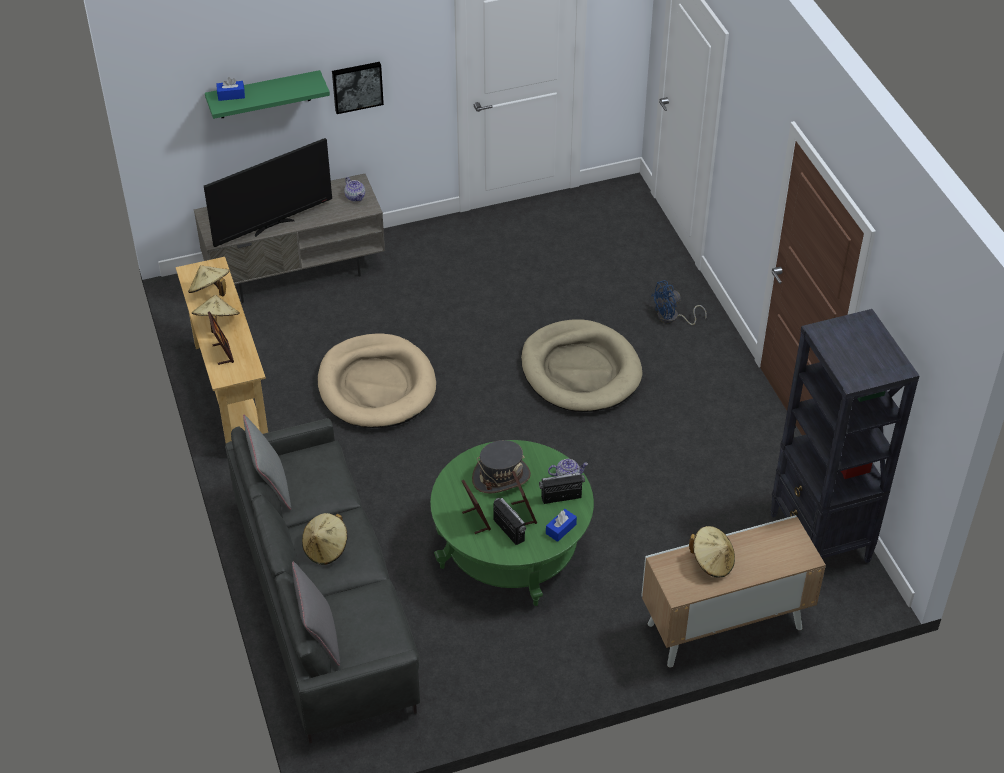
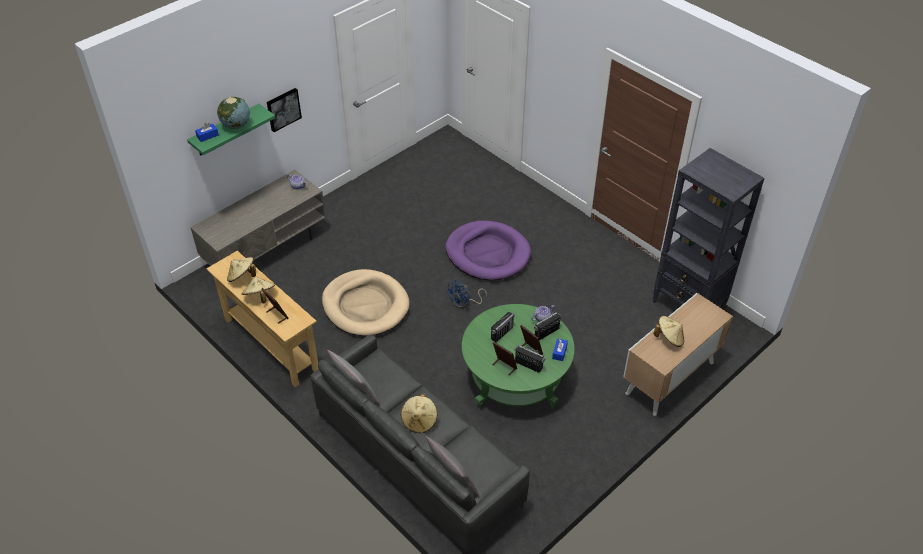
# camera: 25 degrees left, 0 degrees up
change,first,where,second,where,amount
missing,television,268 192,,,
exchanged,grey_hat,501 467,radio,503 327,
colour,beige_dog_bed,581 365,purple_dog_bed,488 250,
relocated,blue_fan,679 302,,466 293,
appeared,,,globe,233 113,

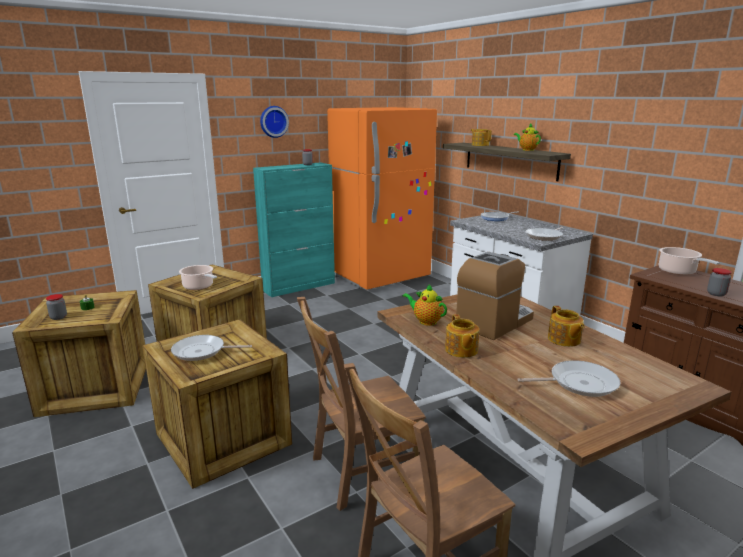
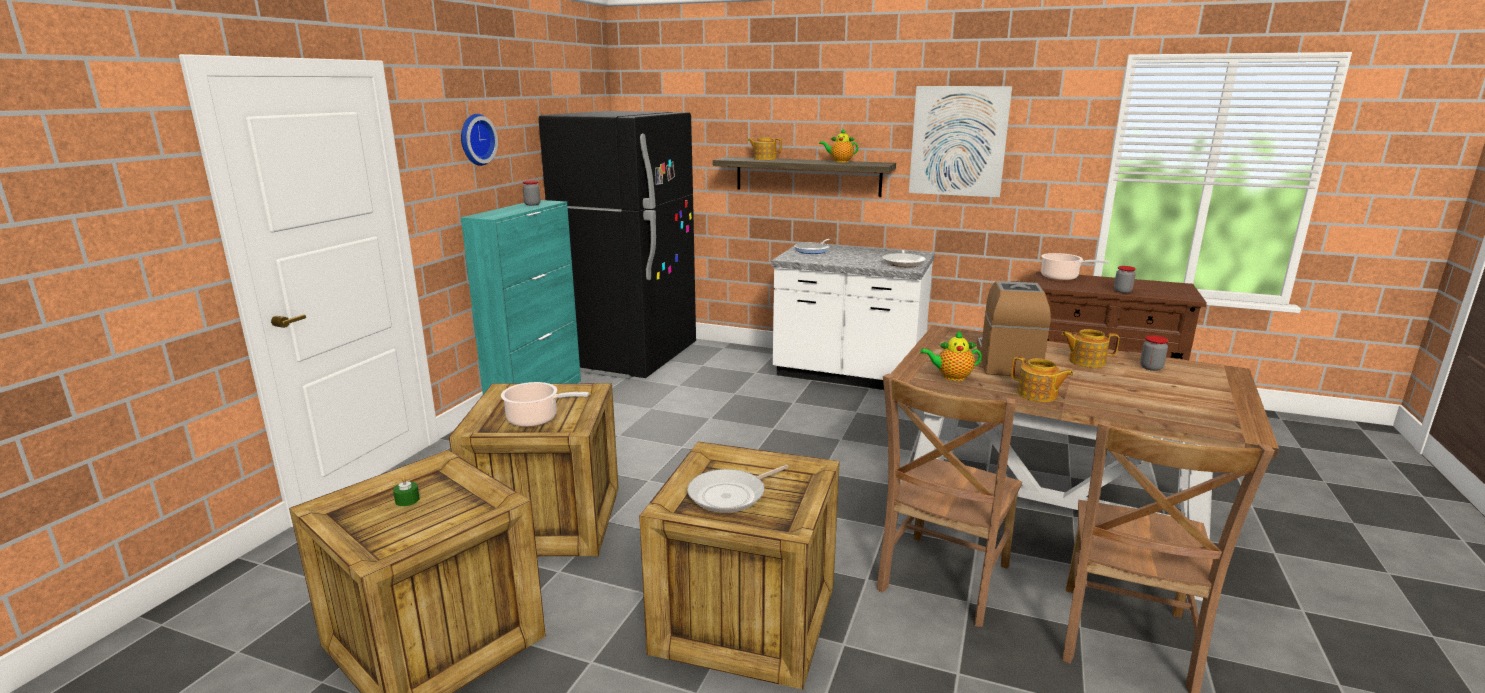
# camera: 35 degrees left, 0 degrees up
change,first,where,second,where,amount
relocated,jar,56 307,,1154 353,
colour,orange_fridge,382 198,black_fridge,617 245,
missing,frying_pan,568 378,,,
spun,teapot,566 326,,1090 348,150 degrees clockwise
appeared,,,picture,960 141,

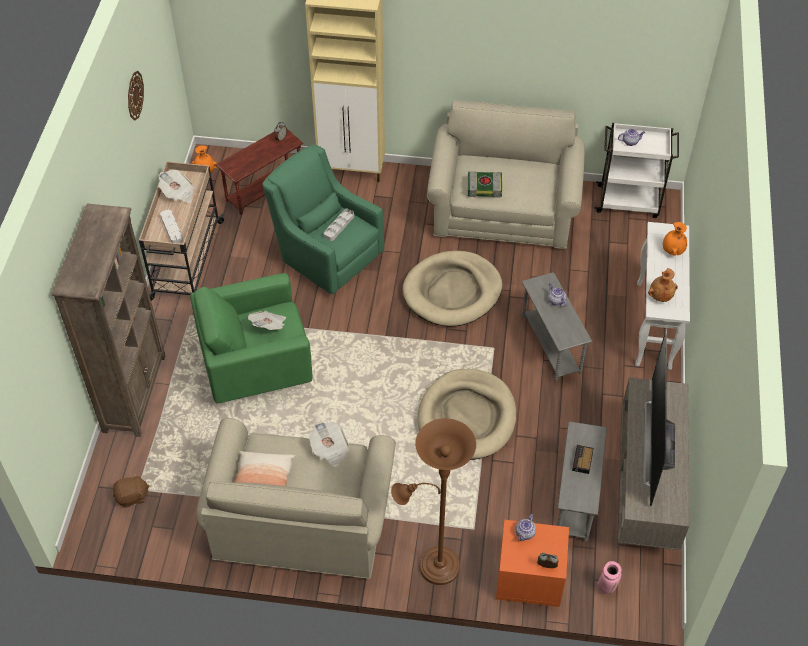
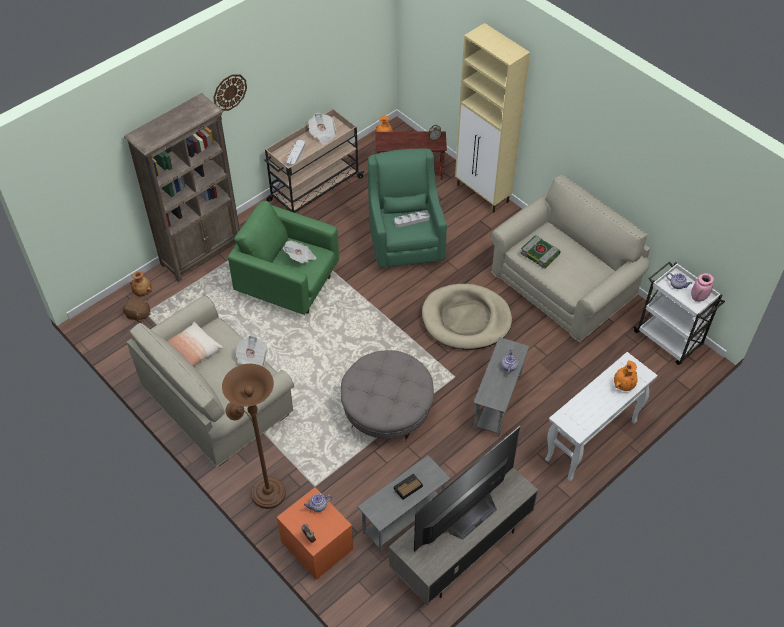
# camera: 40 degrees right, 0 degrees up
change,first,where,second,where,amount
relocated,wall_clock,136 96,,230 92,
exchanged,beige_dog_bed,466 414,grey_ottoman,387 396,
relocated,pink_vase,610 577,,702 287,
relocated,brown_vase,663 285,,141 284,

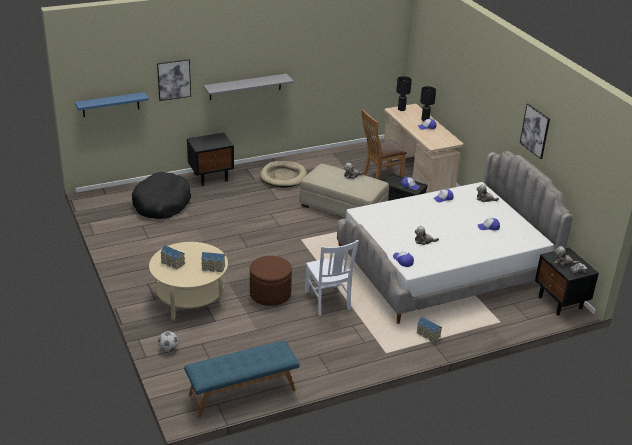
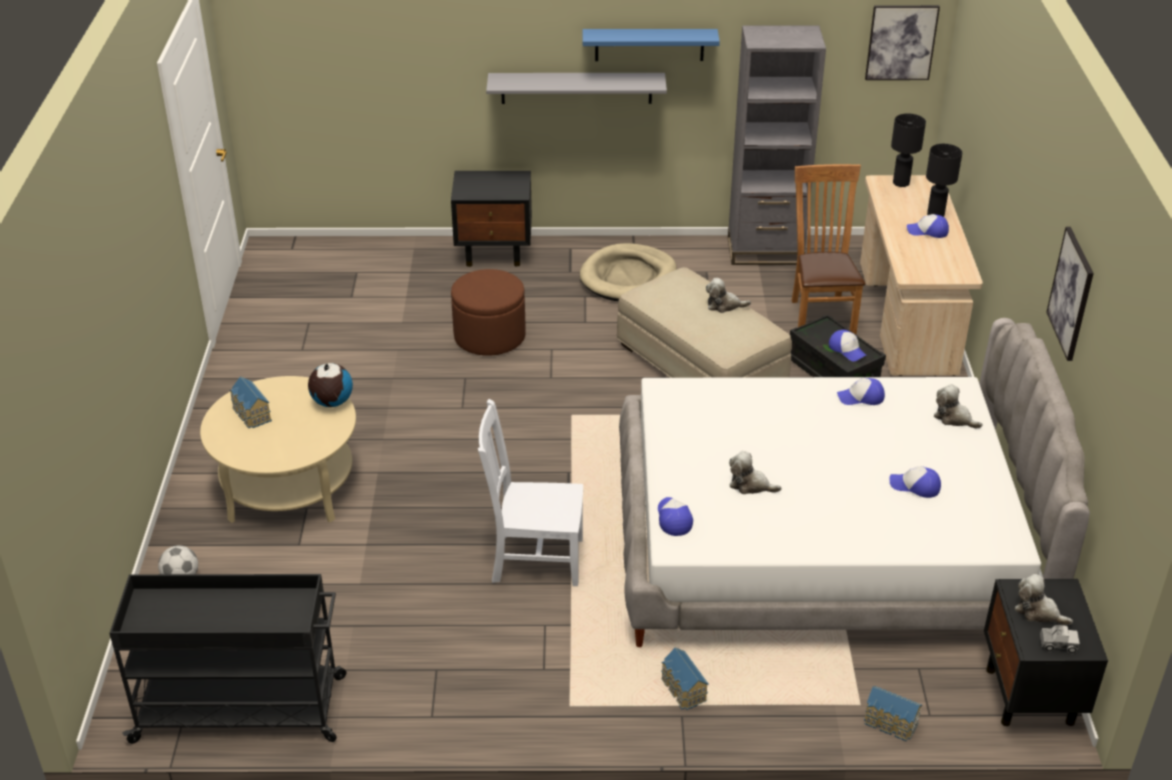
# camera: 25 degrees right, 5 degrees up
change,first,where,second,where,amount
relocated,blue_shelf,112 104,,651 45,
missing,black_dog_bed,161 195,,,
relocated,picture,174 80,,902 42,
exchanged,blue_bench,242 378,black_cart,227 659,
relocated,toy_house,213 262,,893 713,
relocated,brown_ottoman,271 281,,488 312,
spun,white_chair,332 277,,530 492,90 degrees clockwise
spun,brown_chair,384 144,,828 249,90 degrees clockwise
appeared,,,globe,330 385,
appeared,,,grey_bookcase,777 145,

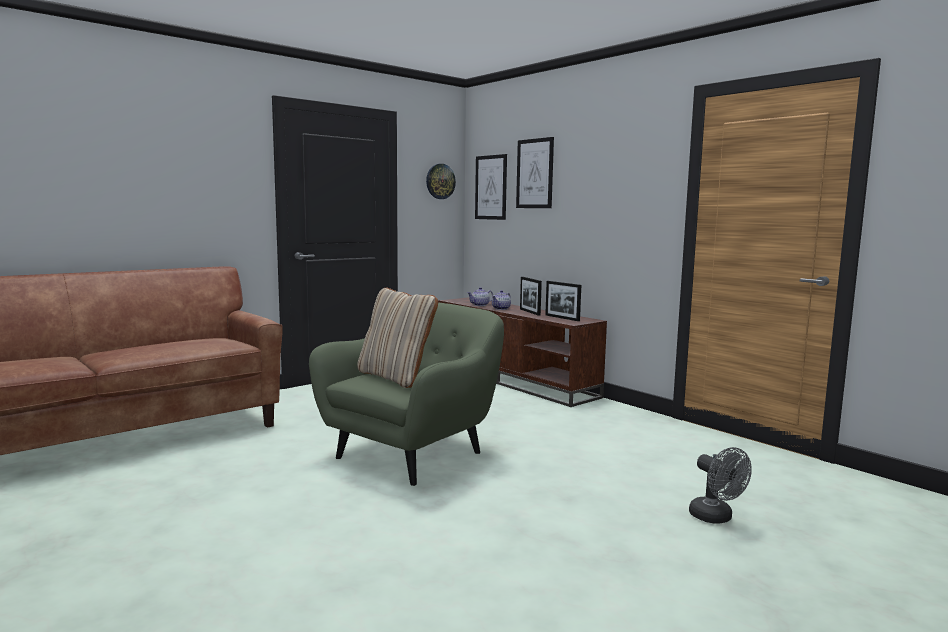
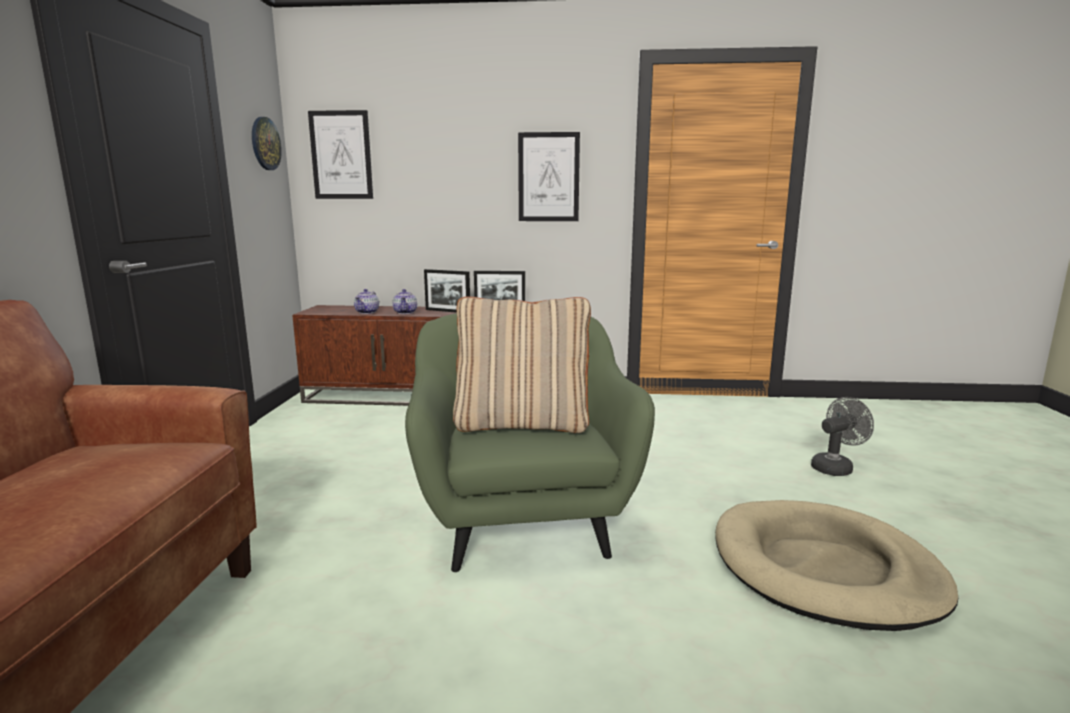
# camera: 45 degrees left, 5 degrees up
change,first,where,second,where,amount
relocated,picture,535 172,,549 176,
spun,grey_fan,720 485,,842 436,45 degrees counterclockwise
appeared,,,beige_dog_bed,836 565,

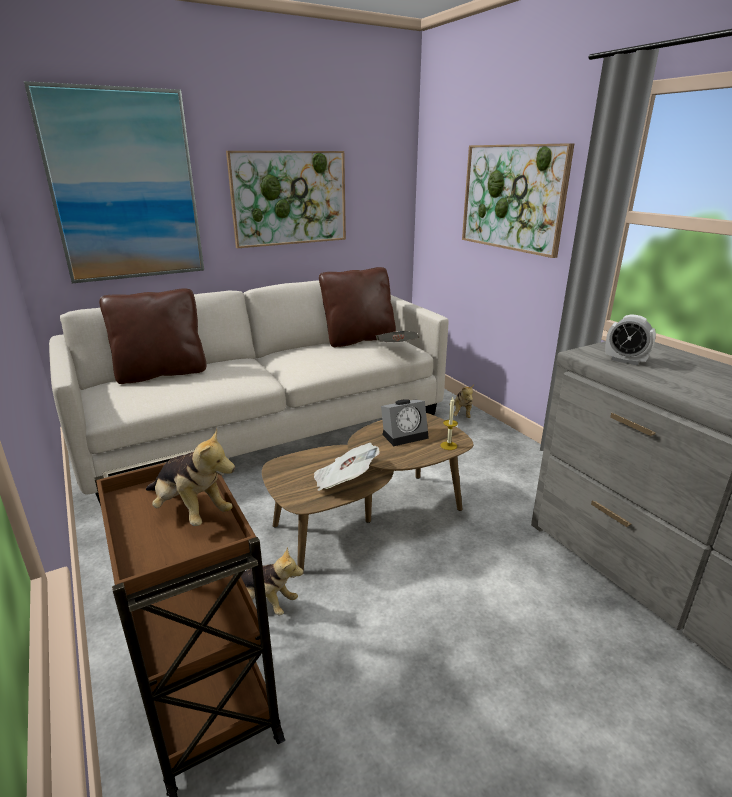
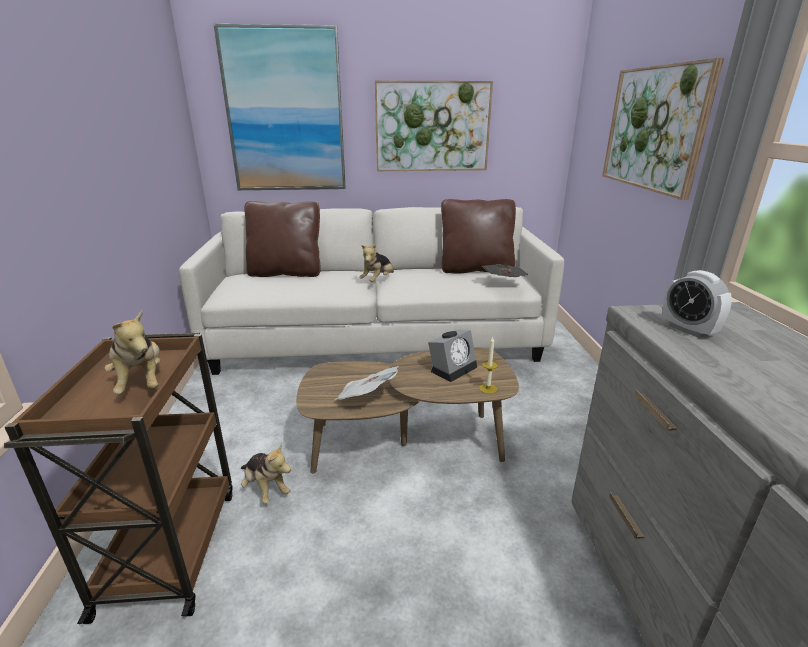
# camera: 25 degrees right, 0 degrees up
change,first,where,second,where,amount
spun,alarm_clock,405 422,,452 356,45 degrees counterclockwise
relocated,plush_toy,461 401,,376 262,

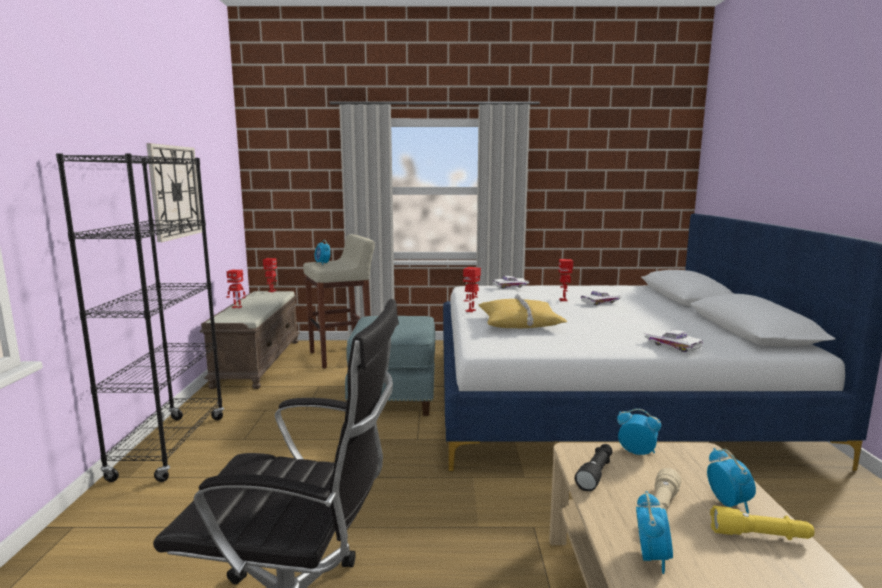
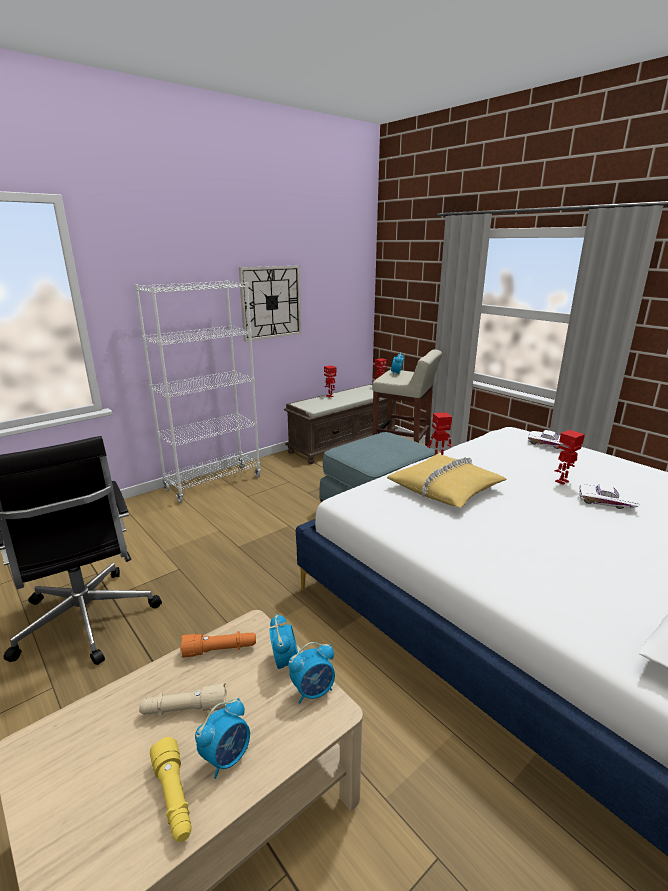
# camera: 50 degrees right, 10 degrees up
change,first,where,second,where,amount
colour,black_bookcase,140 317,white_bookcase,197 391,
colour,black_flashlight,593 467,orange_flashlight,218 644,
relocated,alarm_clock,654 532,,311 673,
missing,white_toy_car,673 341,,,

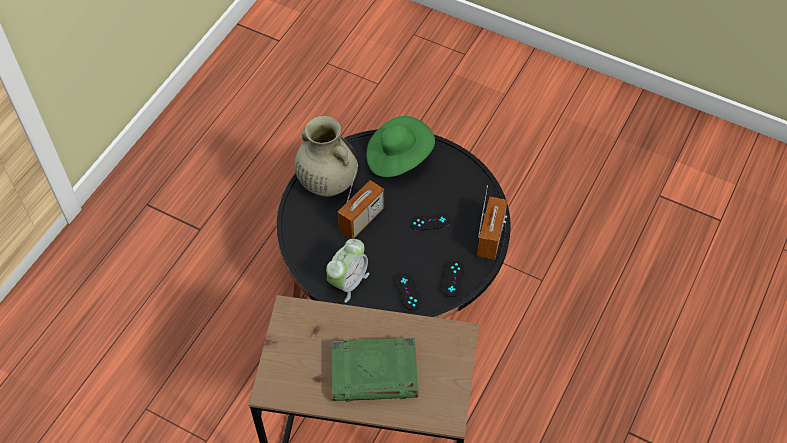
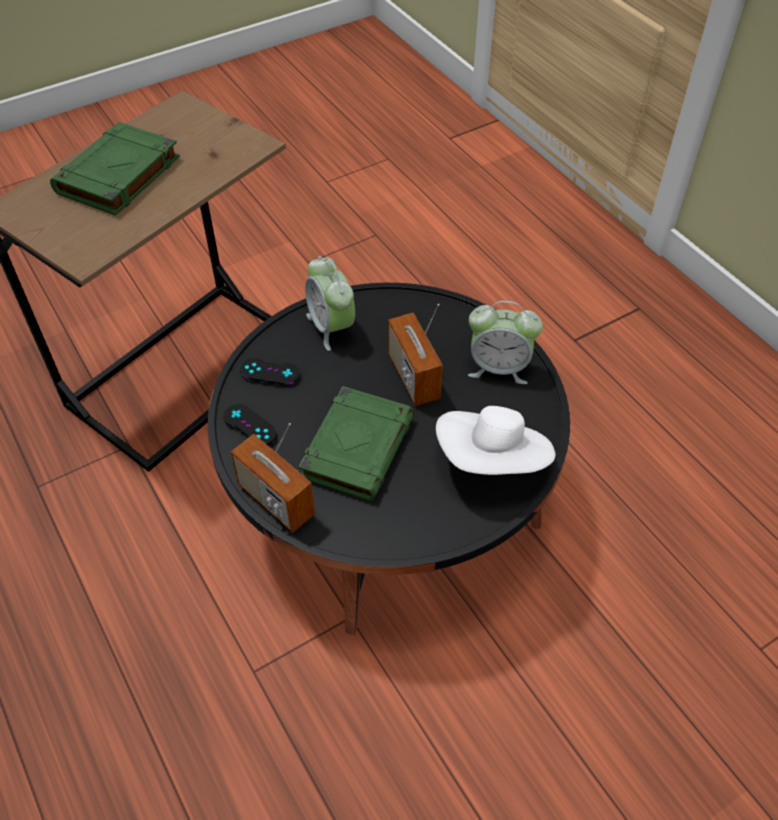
# camera: 120 degrees right, 5 degrees down
change,first,where,second,where,amount
exchanged,beige_vase,326 156,alarm_clock,505 342,
colour,green_hat,400 146,white_hat,495 440,
exchanged,black_game_controller,430 222,green_book,356 443,

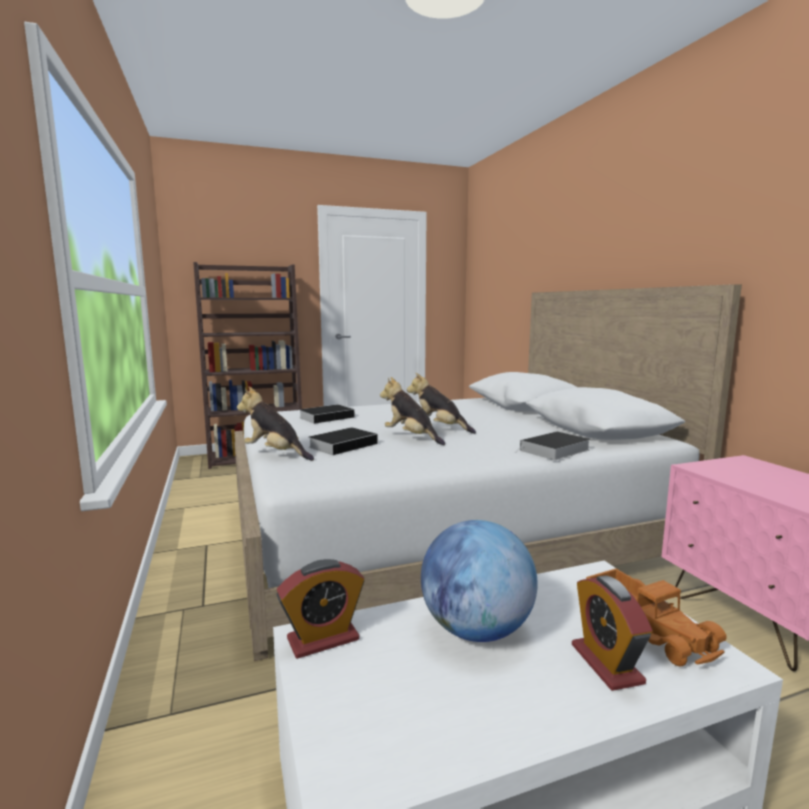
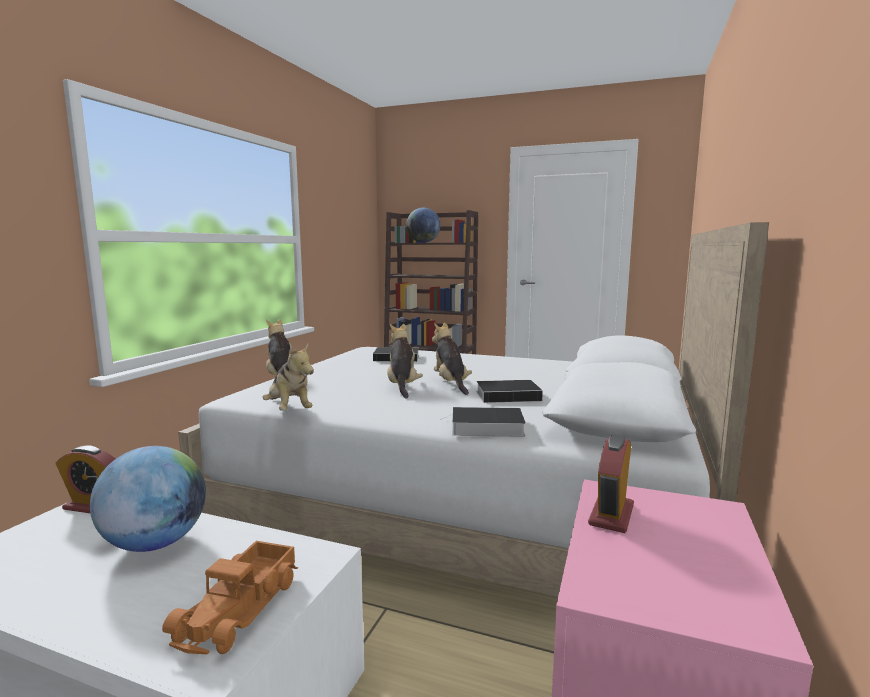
# camera: 40 degrees right, 0 degrees up
change,first,where,second,where,amount
relocated,book,343 441,,514 391,
relocated,alarm_clock,612 633,,611 484,
appeared,,,plush_toy,288 377,
appeared,,,globe,423 225,

